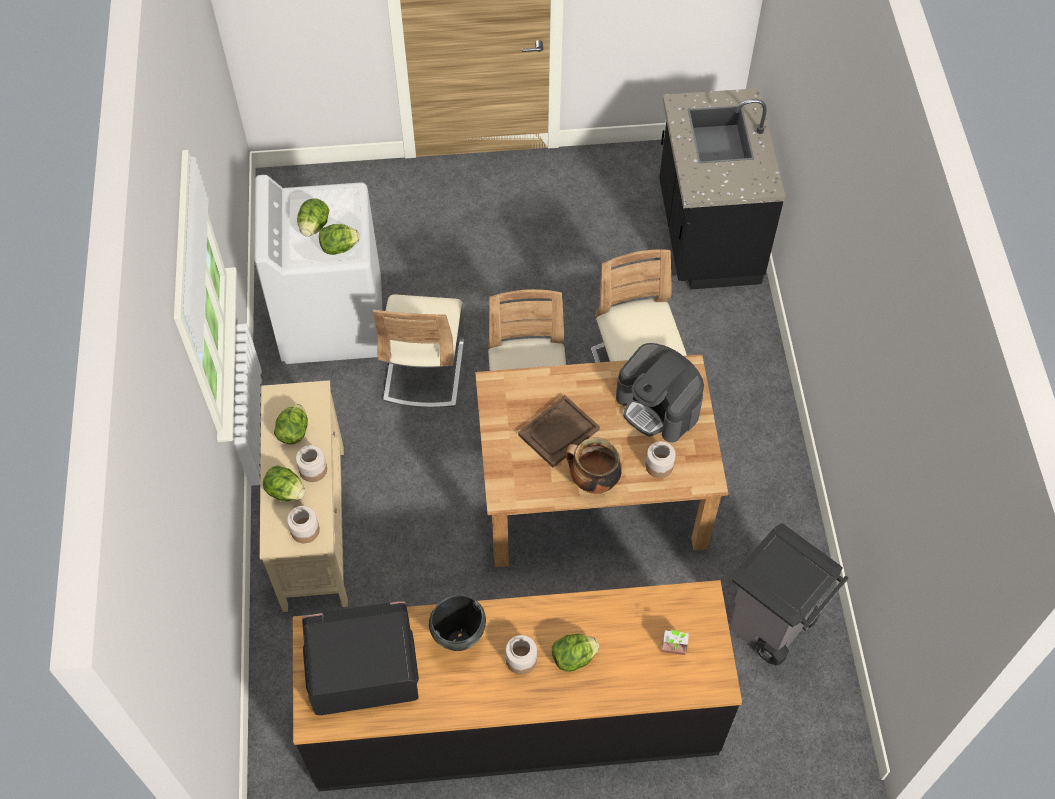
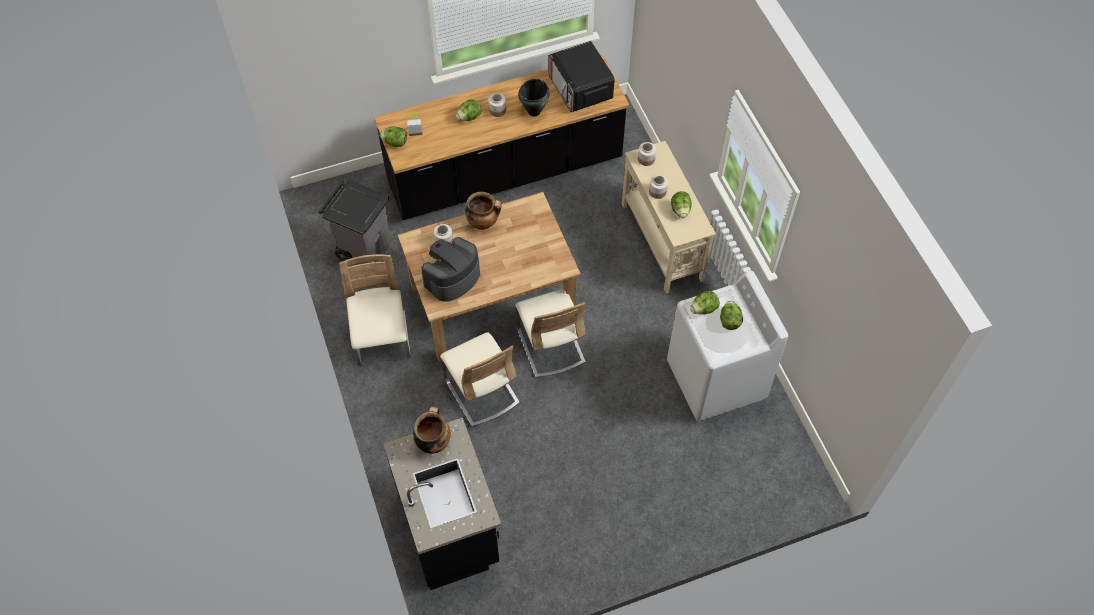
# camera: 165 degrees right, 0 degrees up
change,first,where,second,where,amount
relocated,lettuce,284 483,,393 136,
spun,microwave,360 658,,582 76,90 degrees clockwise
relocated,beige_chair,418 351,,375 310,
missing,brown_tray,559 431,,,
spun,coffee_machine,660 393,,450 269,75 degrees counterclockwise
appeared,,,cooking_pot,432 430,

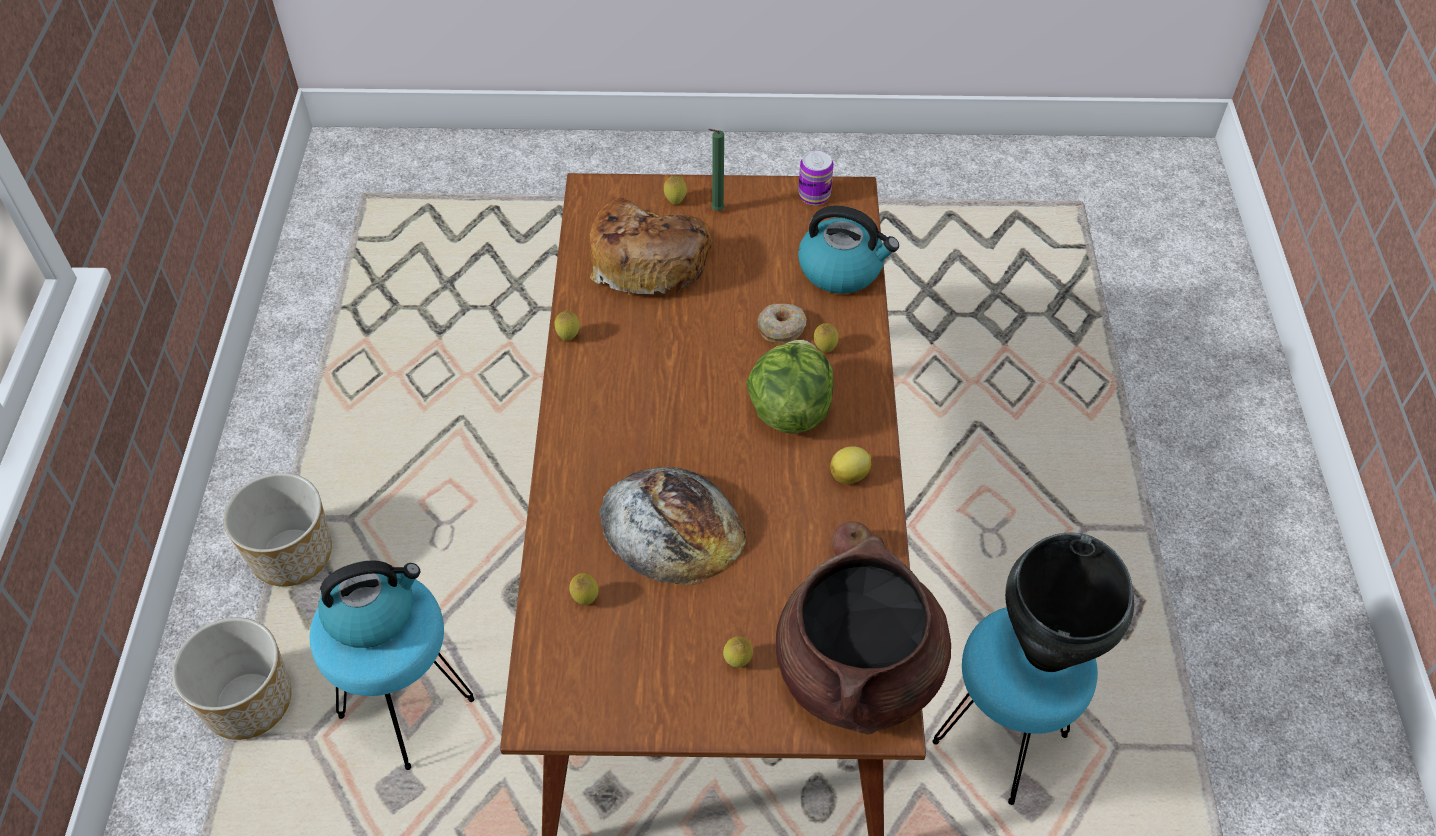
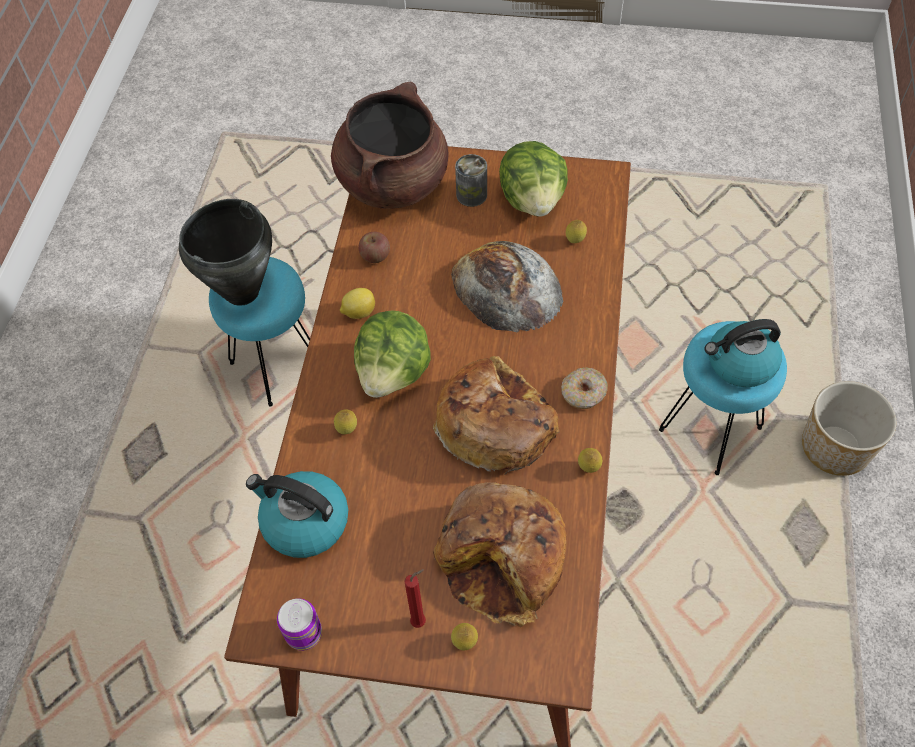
# camera: 170 degrees left, 5 degrees up
change,first,where,second,where,amount
missing,planter,278 530,,,
colour,green_candle,716 170,red_candle,415 598,
exchanged,lemon,738 652,can,471 180,
relocated,donut,782 323,,584 388,
appeared,,,bread,496 415,
appeared,,,lettuce,533 179,

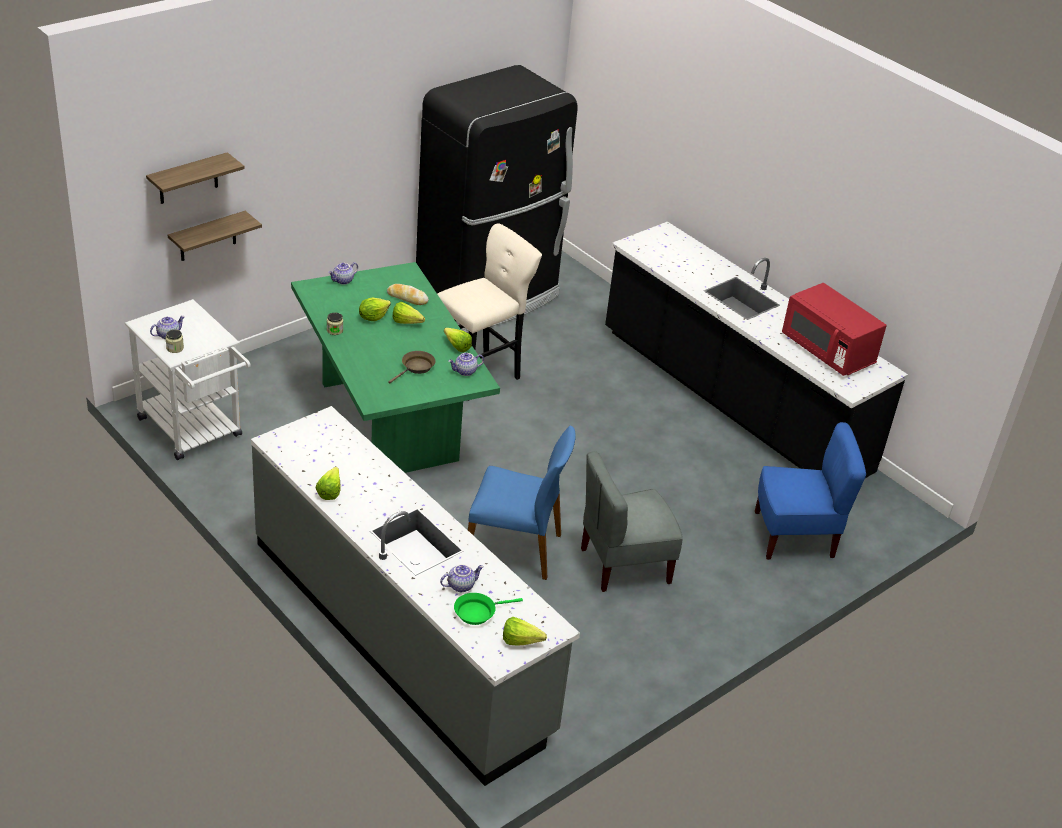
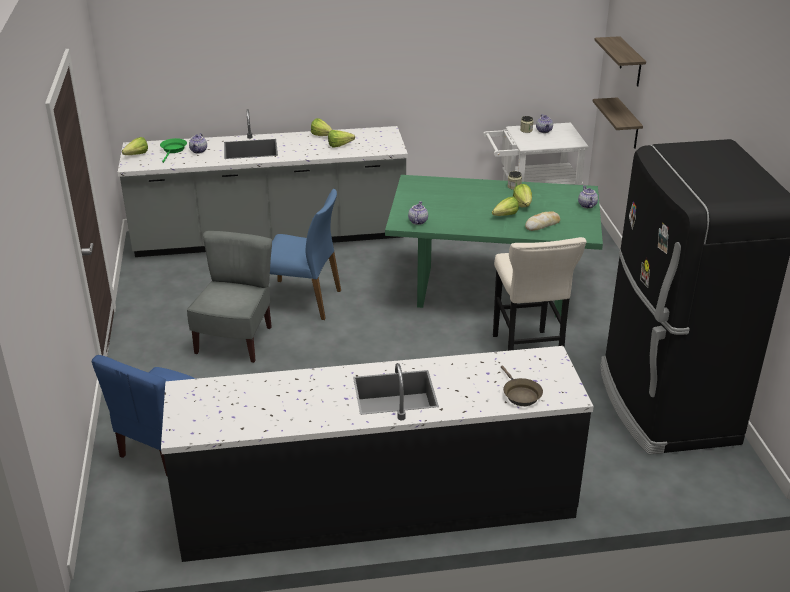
# camera: 125 degrees right, 5 degrees down
change,first,where,second,where,amount
relocated,brown_frying_pan,412 367,,522 386,
relocated,lettuce,458 340,,341 138,
spun,blue_chair,522 503,,305 254,120 degrees counterclockwise
missing,red_microwave,834 329,,,

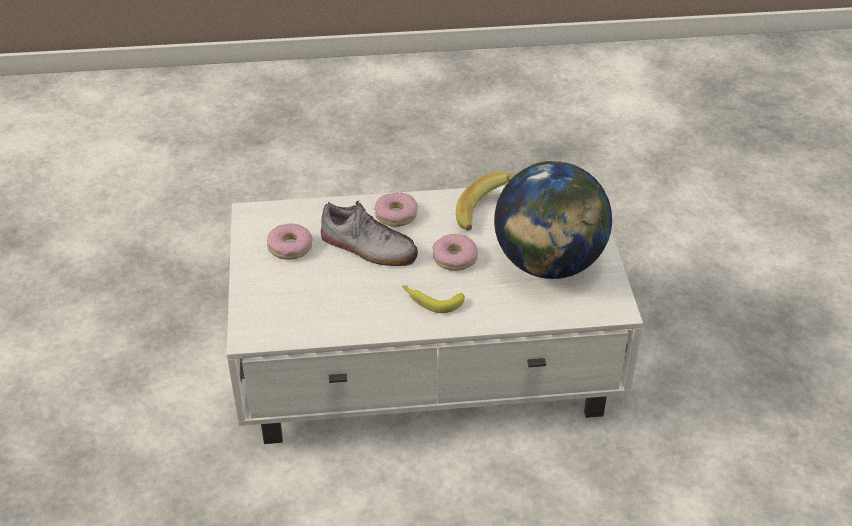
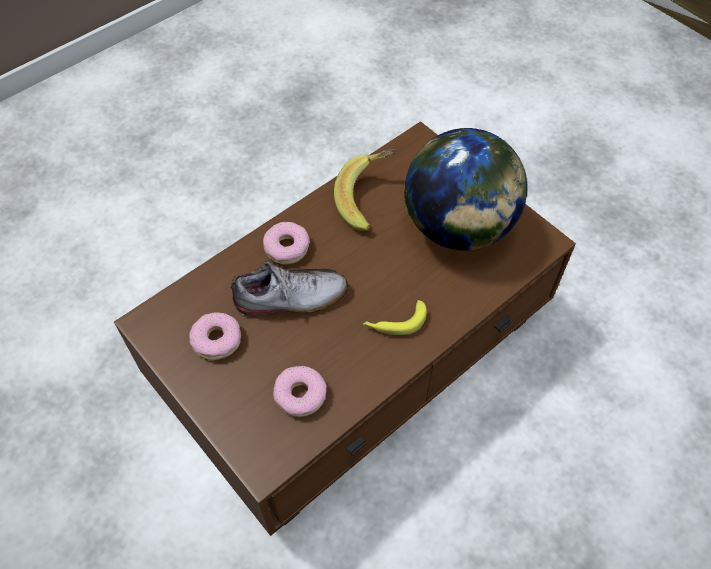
# camera: 35 degrees left, 15 degrees up
change,first,where,second,where,amount
colour,white_coffee_table,435 314,brown_coffee_table,345 328,
relocated,donut,455 252,,300 391,

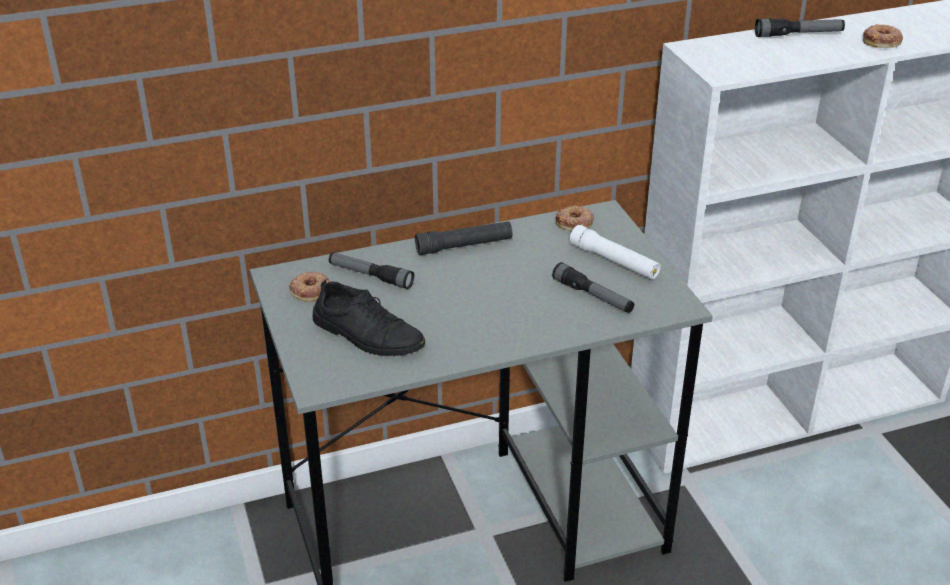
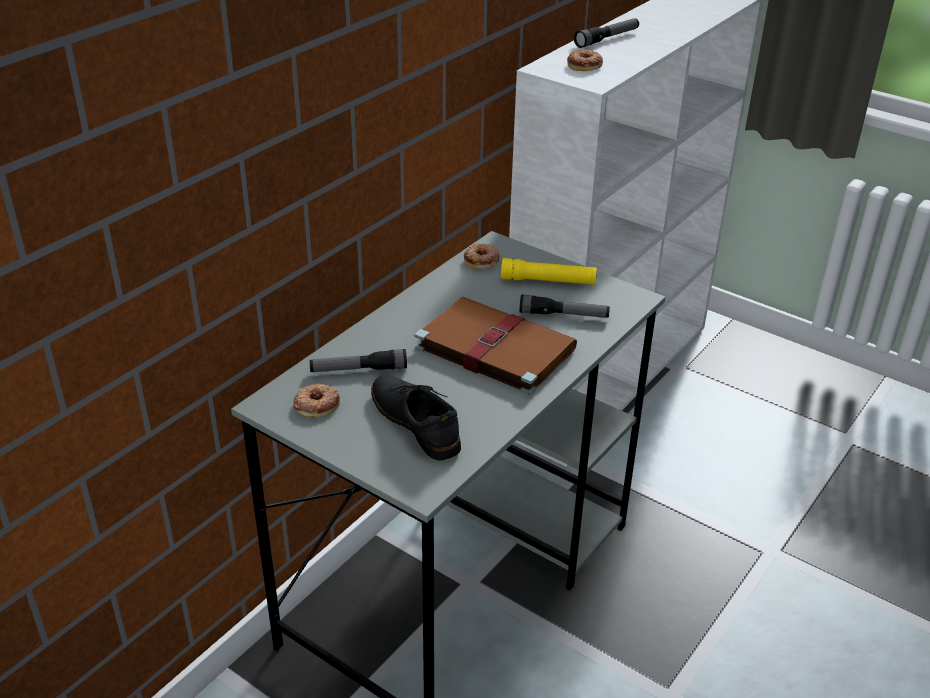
# camera: 35 degrees left, 0 degrees up
change,first,where,second,where,amount
spun,black_shoe,369 317,,416 417,120 degrees counterclockwise
missing,black_flashlight,464 238,,,
colour,white_flashlight,615 252,yellow_flashlight,549 271,
relocated,donut,883 36,,585 60,
appeared,,,brown_book,495 346,

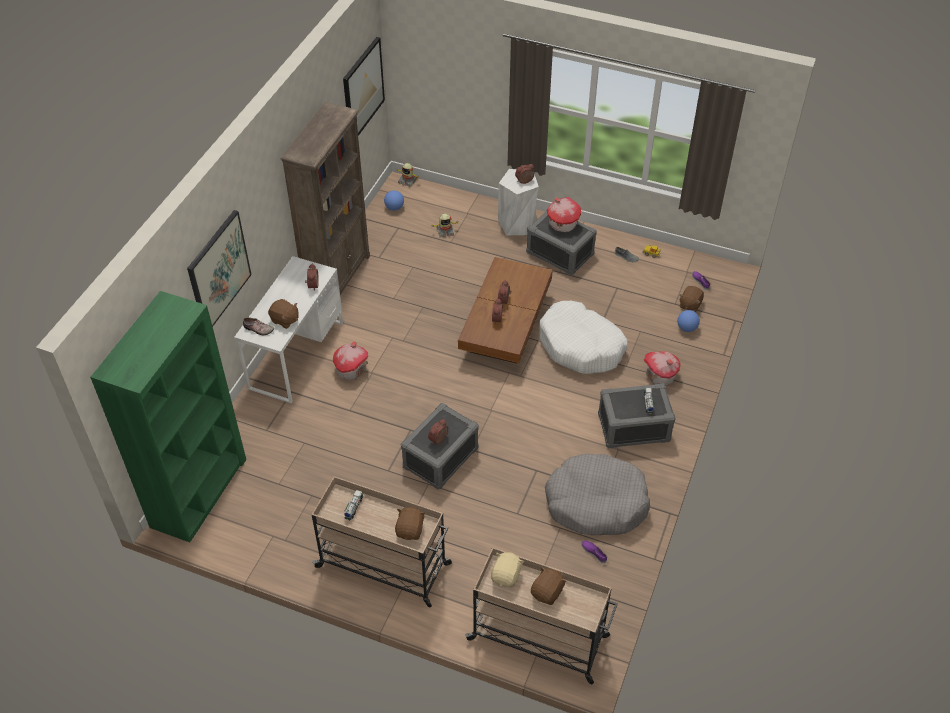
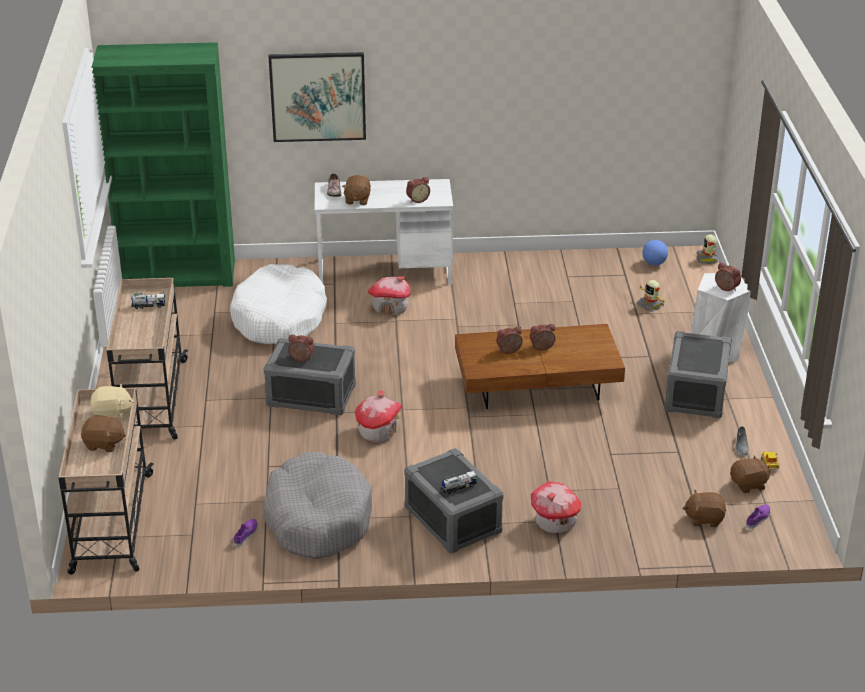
# camera: 65 degrees right, 15 degrees down
change,first,where,second,where,amount
missing,brown_bookcase,325 198,,,
missing,picture,364 86,,,
relocated,brown_plush_toy,410 523,,750 474,
relocated,white_dog_bed,583 337,,278 304,
relocated,toy_house,564 214,,378 416,
missing,football,688 321,,,

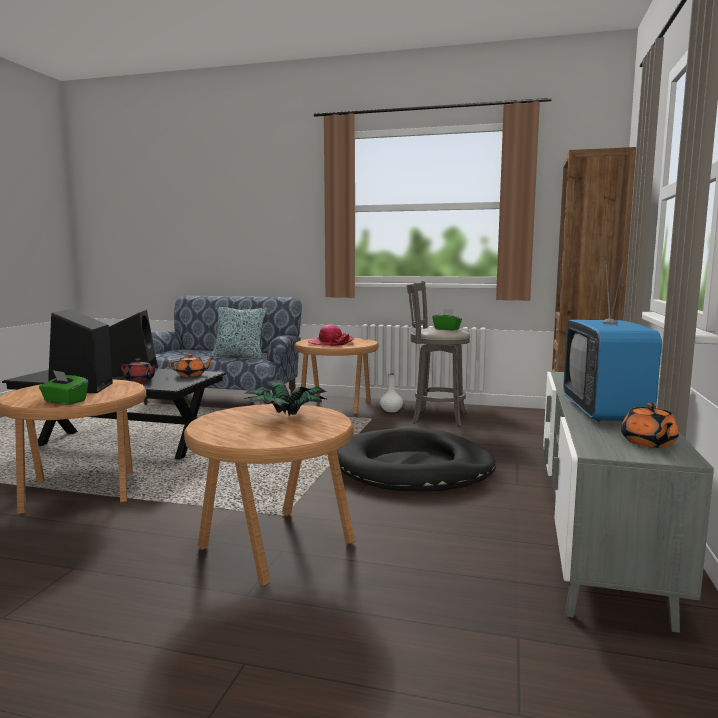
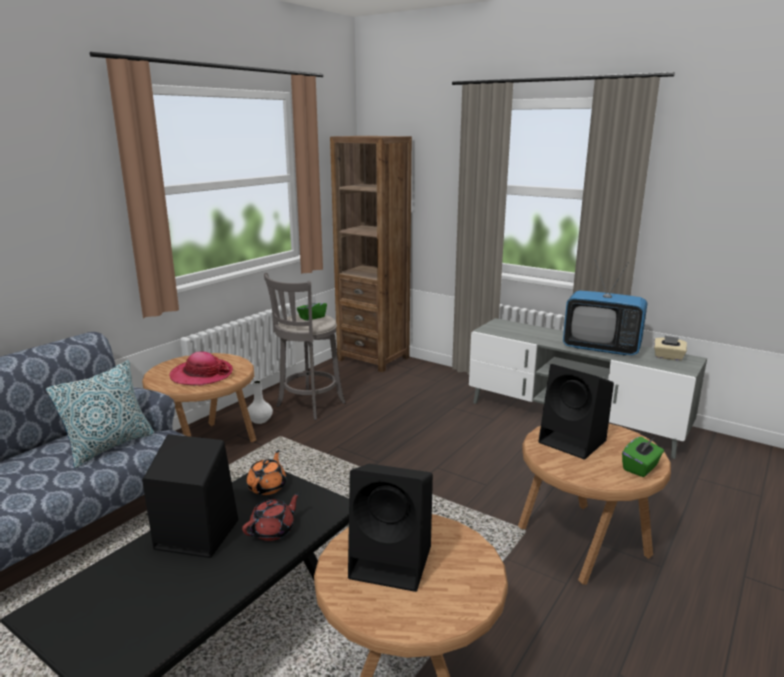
# camera: 70 degrees left, 10 degrees up
change,first,where,second,where,amount
relocated,green_tissue_box,63 387,,643 457,
exchanged,potted_plant,285 398,black_speaker,576 411,
missing,black_dog_bed,416 460,,,
exchanged,orange_teapot,650 425,beige_tissue_box,670 348,

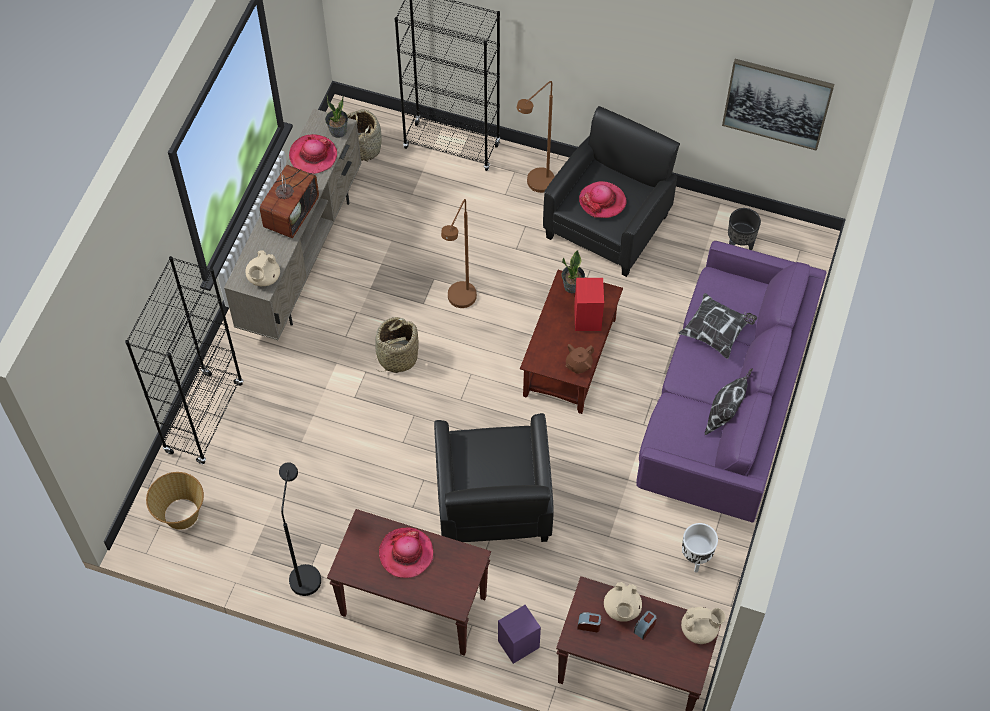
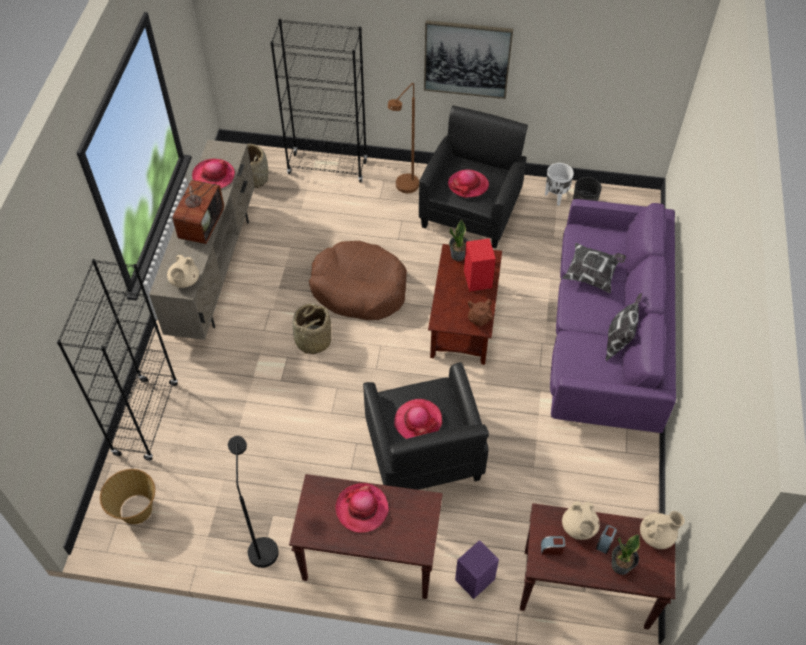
# camera: 10 degrees left, 5 degrees down
change,first,where,second,where,amount
relocated,potted_plant,336 117,,626 554,
exchanged,brown_floor_lamp,459 253,brown_dog_bed,358 280,
relocated,white_planter,700 547,,559 184,
relocated,picture,778 105,,468 59,
appeared,,,hat,418 419,

